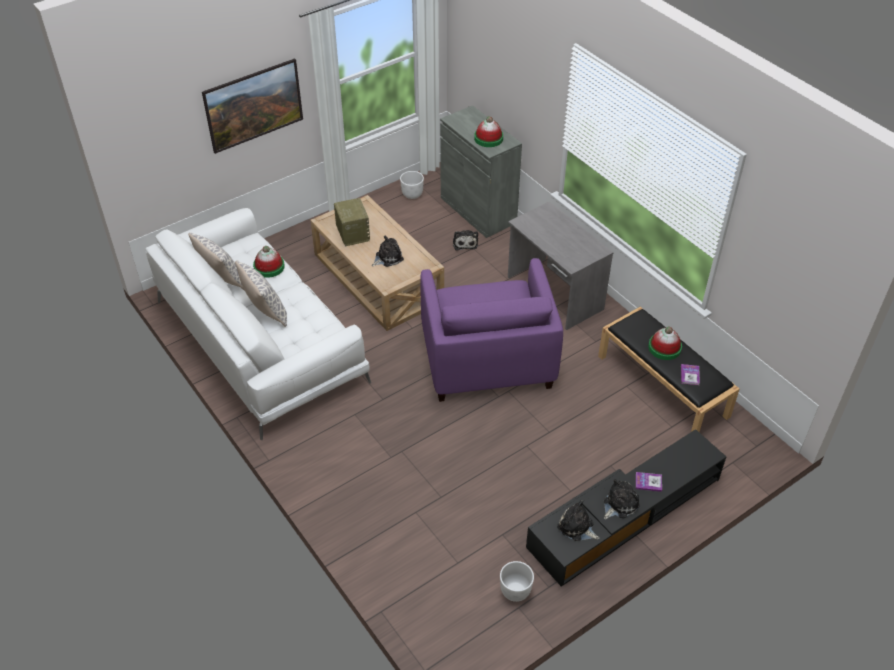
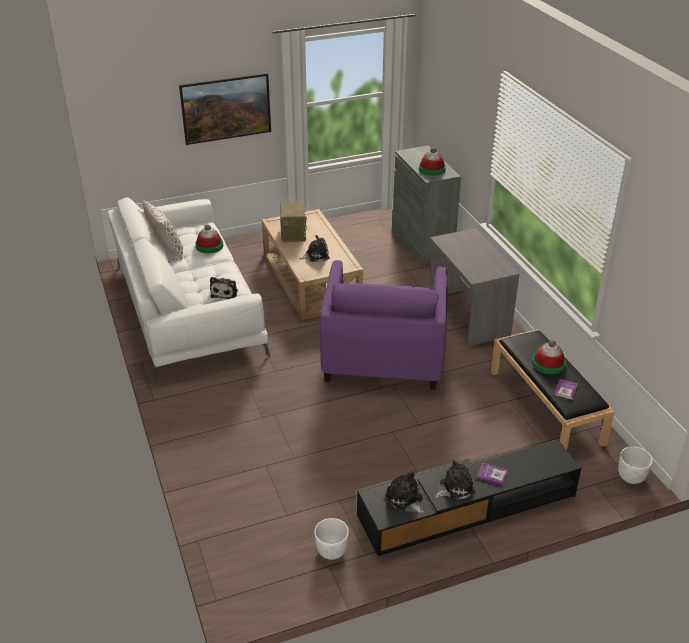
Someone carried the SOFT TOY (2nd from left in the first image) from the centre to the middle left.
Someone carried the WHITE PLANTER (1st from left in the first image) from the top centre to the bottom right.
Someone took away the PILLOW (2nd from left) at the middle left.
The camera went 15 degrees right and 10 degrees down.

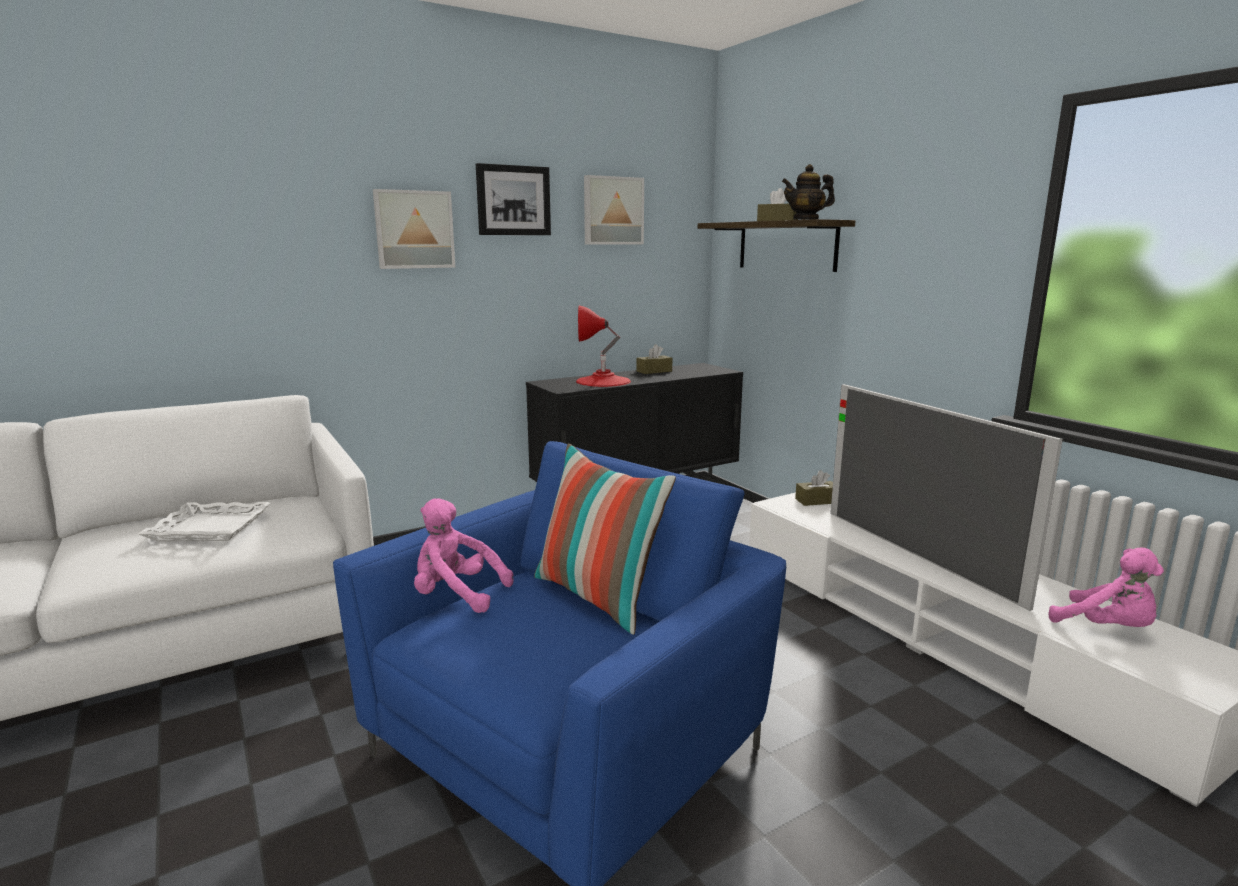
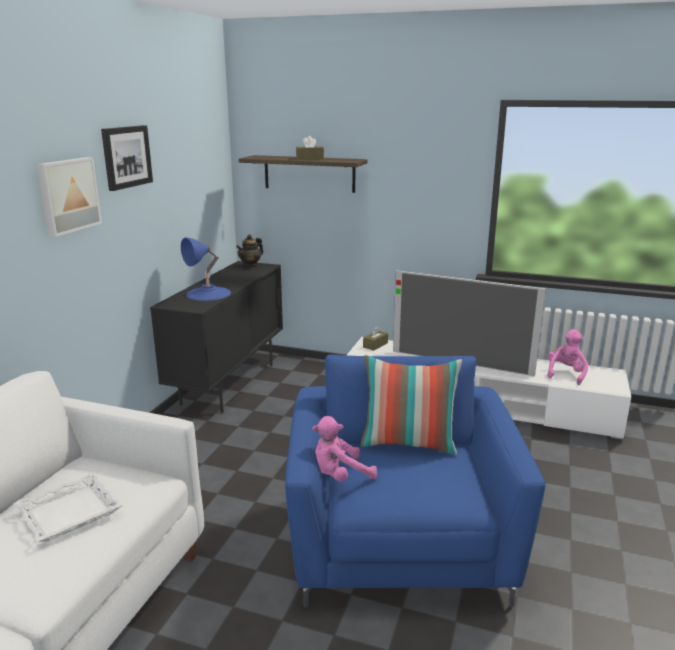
Someone repainted the RED-COLOURED LAMP FOR A TABLE at the centre, which became the BLUISH LAMP FOR A TABLE at the middle left.
Someone carried the TEA POT from the top centre to the centre.
Someone rotated the PINK-COLOURED SOFT TOY (2nd from left) at the middle right by 75 degrees counterclockwise.
Someone took away the PICTURE (3rd from left) at the top centre.
Someone took away the BROWN TISSUE HOLDER (1st from left) at the centre.
The camera went 40 degrees left and 5 degrees up.

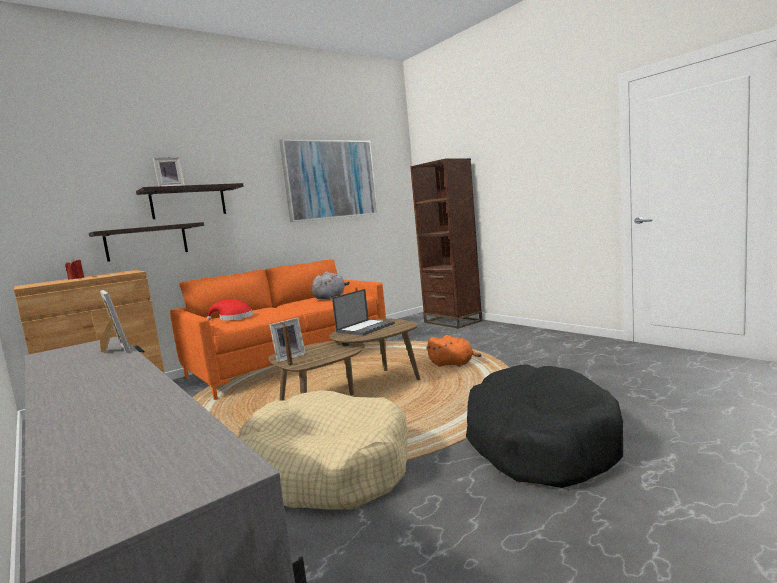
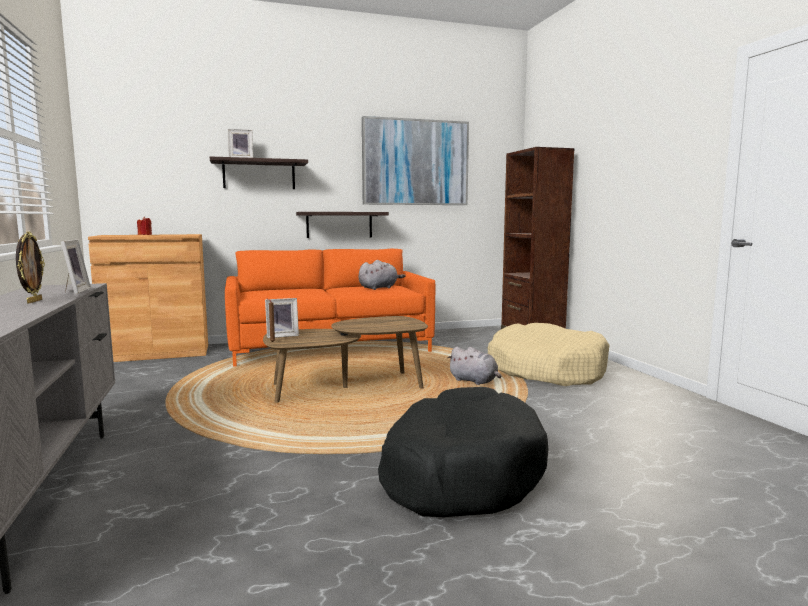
Someone put down the STANDING FRAME (1st from left) at the middle left.
Someone carried the BRACKET SHELF (1st from left in the first image) from the middle left to the centre.
Someone repainted the ORANGE SOFT TOY at the centre, which became the GREYISH SOFT TOY (2nd from left) at the centre.
Someone carried the SAND-COLOURED DOG BED from the bottom centre to the middle right.
Someone took away the RED-COLOURED WEARABLE HAT at the middle left.
Someone took away the NOTEBOOK COMPUTER at the centre.
The camera went 20 degrees right and 0 degrees up.

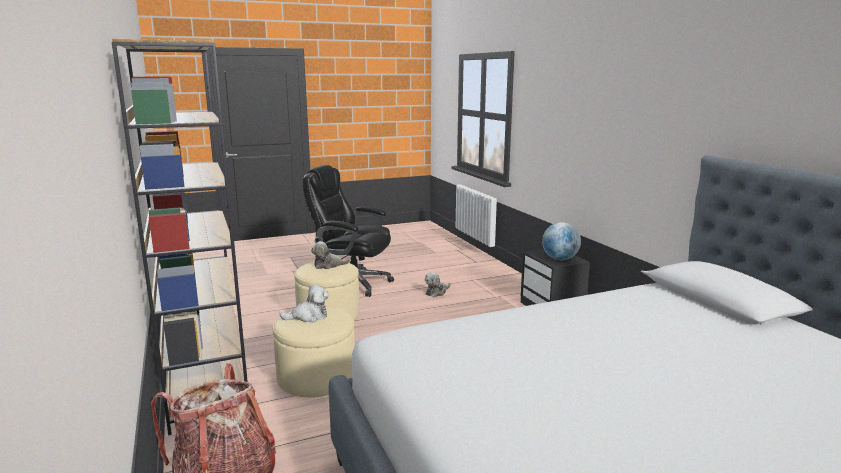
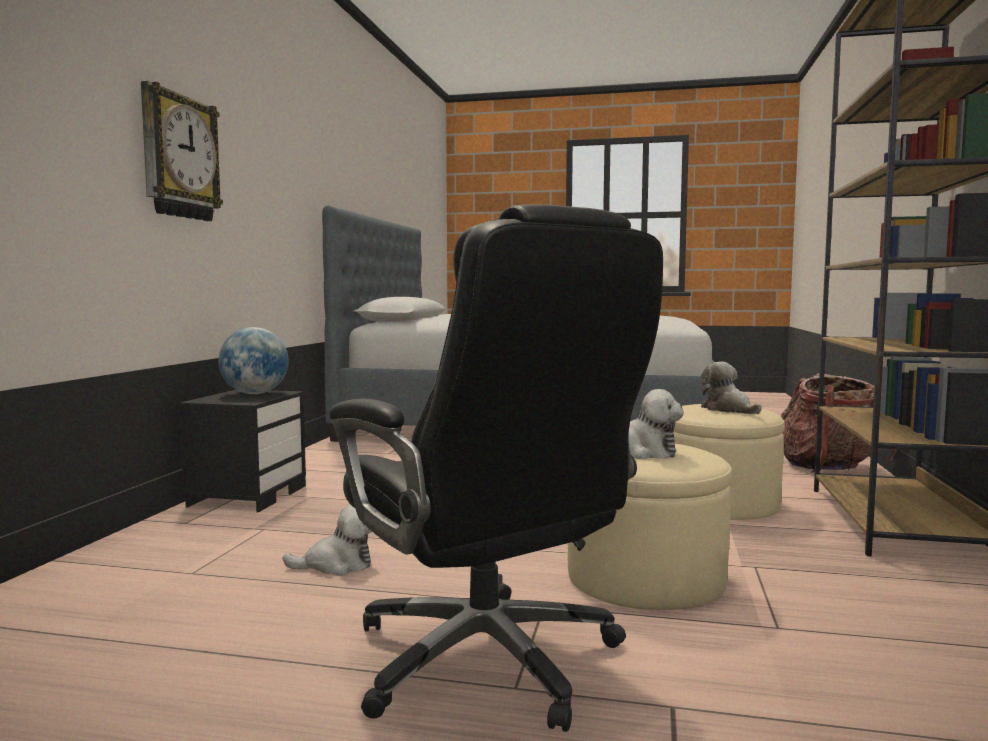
Someone put up the CLOCK ON THE WALL at the top left.
Someone rotated the SOFT TOY (1st from left in the first image) at the centre by 45 degrees clockwise.
The camera went 145 degrees left and 10 degrees down.

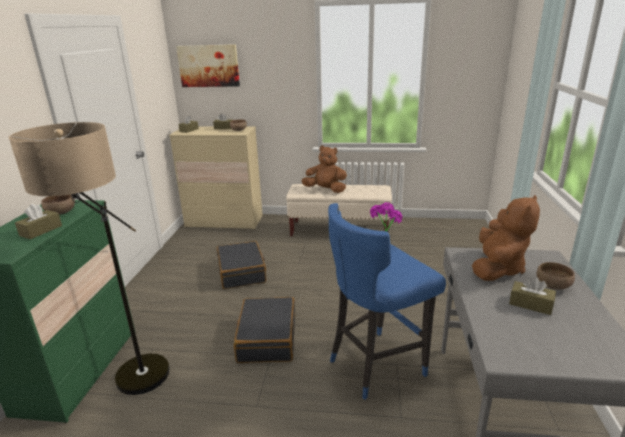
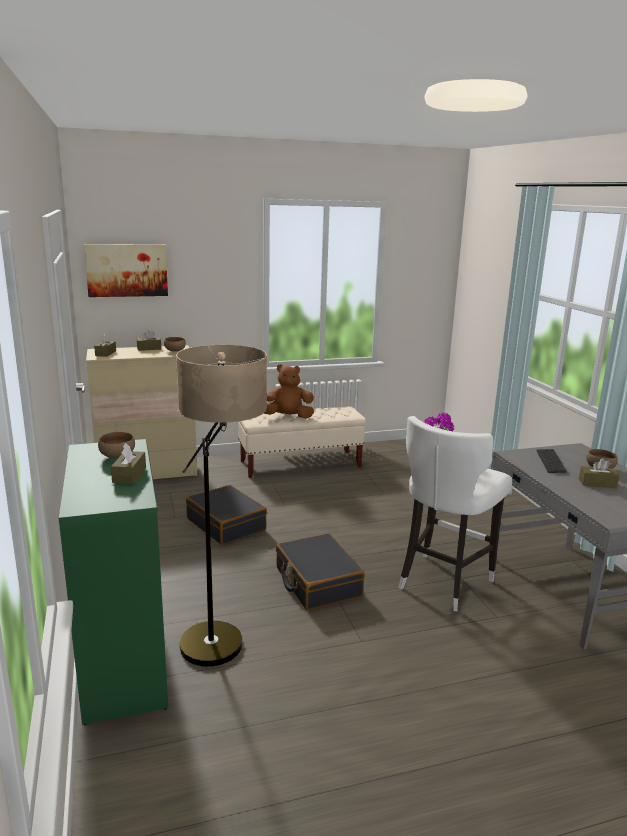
Someone repainted the BLUISH STOOL at the bottom centre, which became the WHITE STOOL at the middle right.
Someone swapped the BROWN SOFT TOY (2nd from left) at the middle right for the KEYBOARD at the middle right.
The camera went 25 degrees left and 5 degrees down.

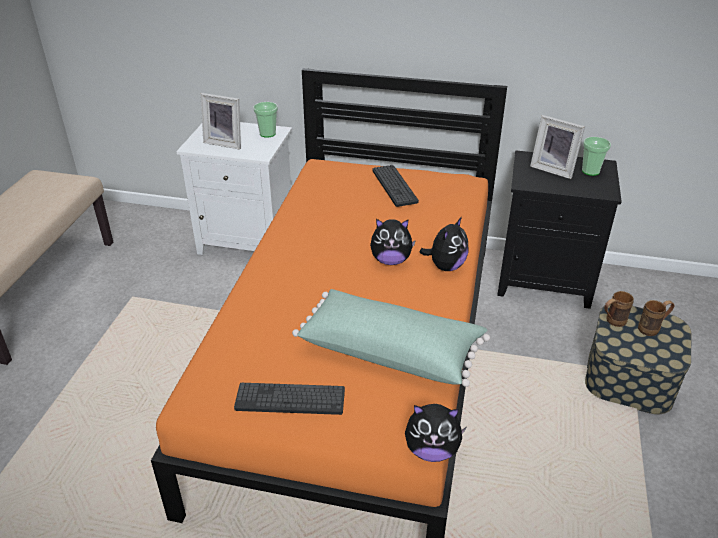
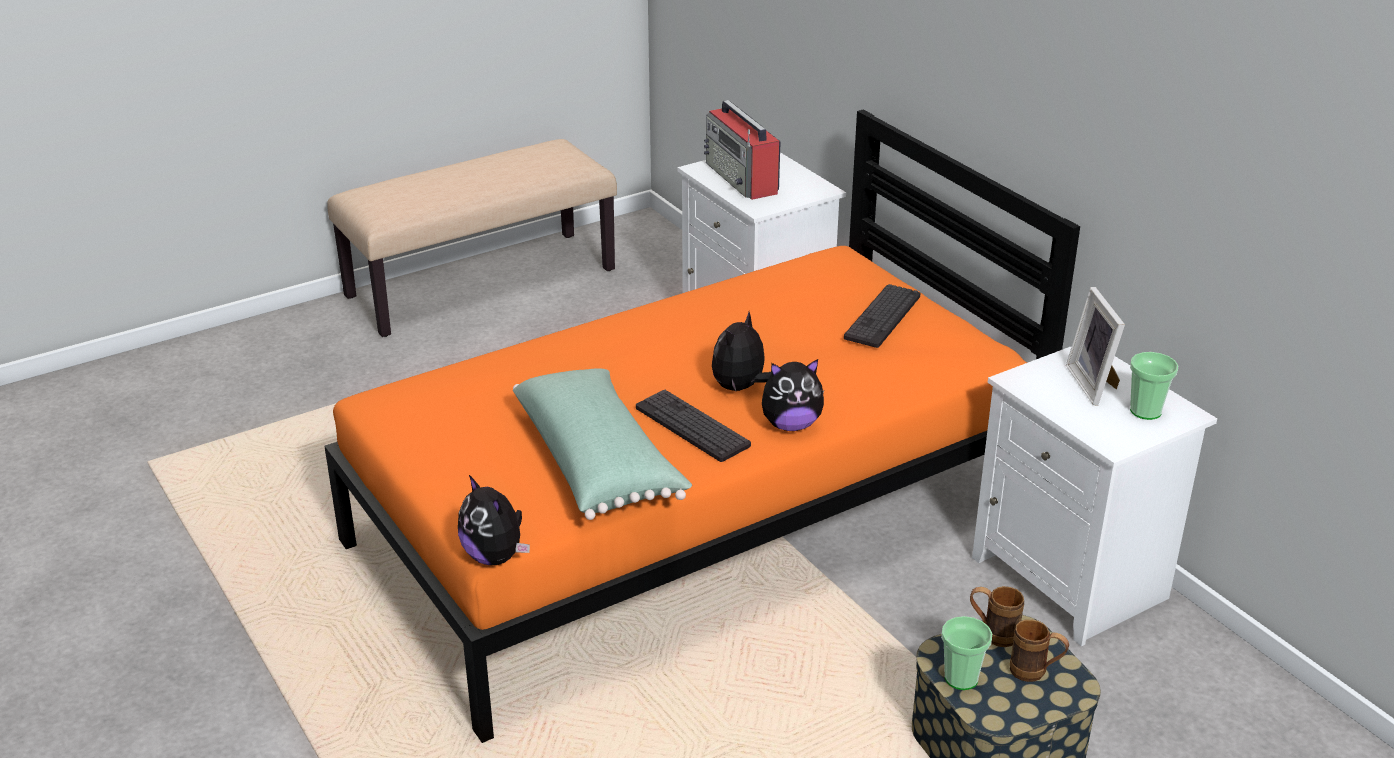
Someone carried the KEYBOARD (1st from left) from the bottom centre to the centre.
Someone swapped the STANDING FRAME (1st from left) at the top left for the RADIO SET at the top centre.
Someone rotated the SOFT TOY (1st from left in the first image) at the centre by 75 degrees clockwise.
Someone carried the SMALL CUP (1st from left) from the top centre to the bottom right.
Someone repainted the BLACKISH NIGHTSTAND at the middle right, which became the WHITE NIGHTSTAND (2nd from left) at the middle right.
The camera went 45 degrees right and 5 degrees down.

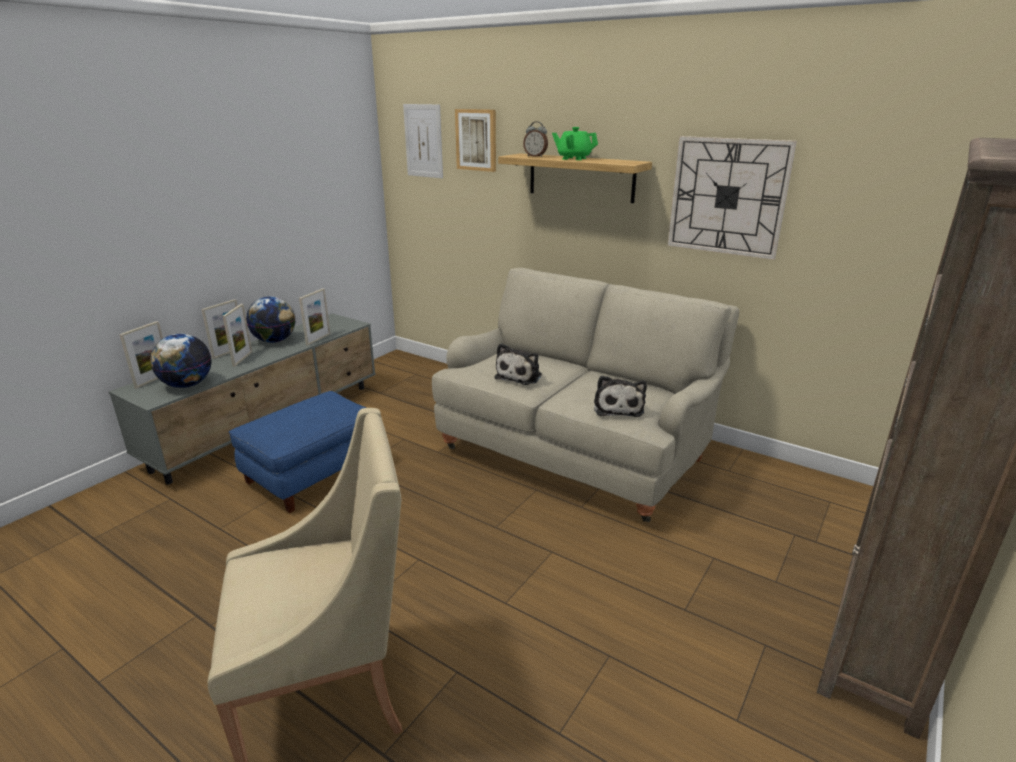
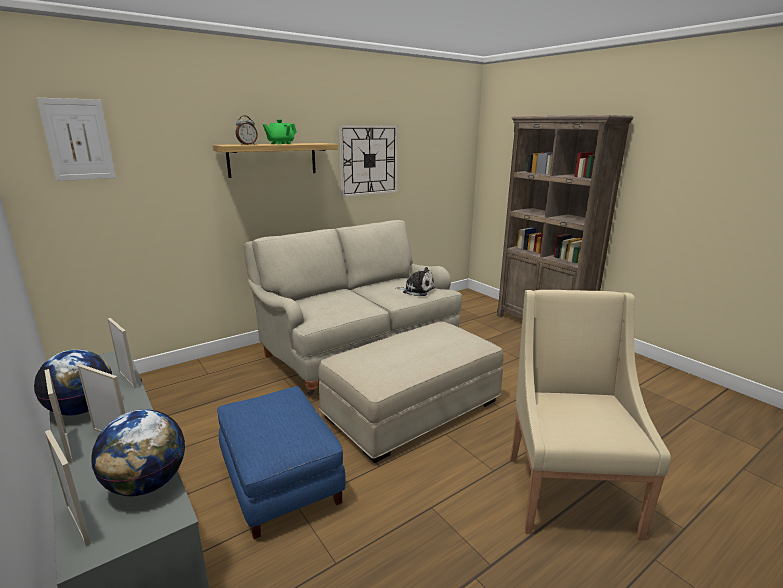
Someone put down the SAND-COLOURED POUFFE at the bottom centre.
Someone took away the PICTURE (2nd from left) at the top centre.
Someone took away the SOFT TOY (1st from left) at the centre.
The camera went 70 degrees left and 5 degrees down.

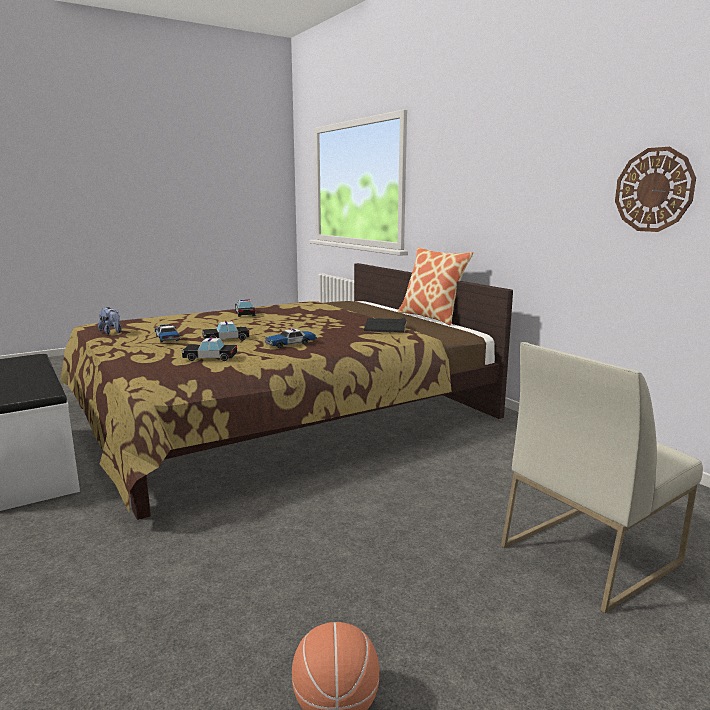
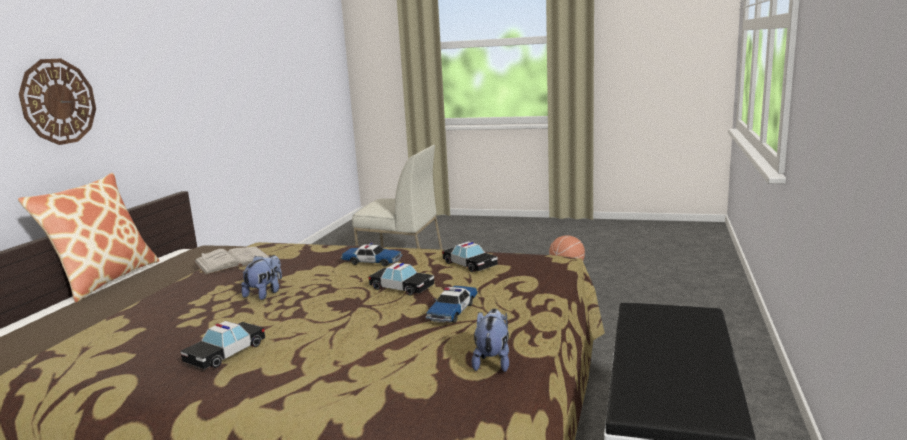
Someone carried the CLOCK ON THE WALL from the top right to the top left.
Someone repainted the BLACKISH BOUND BOOK at the centre, which became the WHITE BOUND BOOK at the middle left.
Someone put down the SOFT TOY (1st from left) at the middle left.
The camera went 130 degrees left and 0 degrees up.

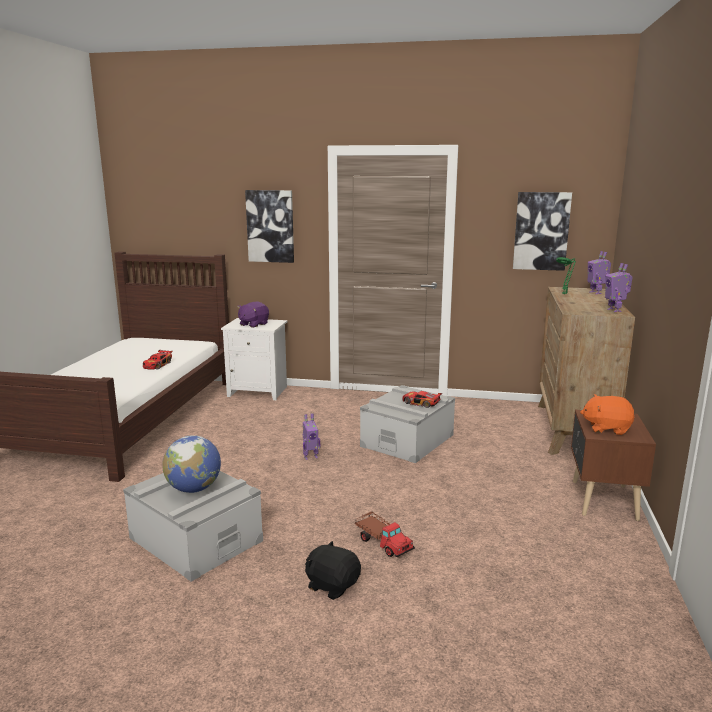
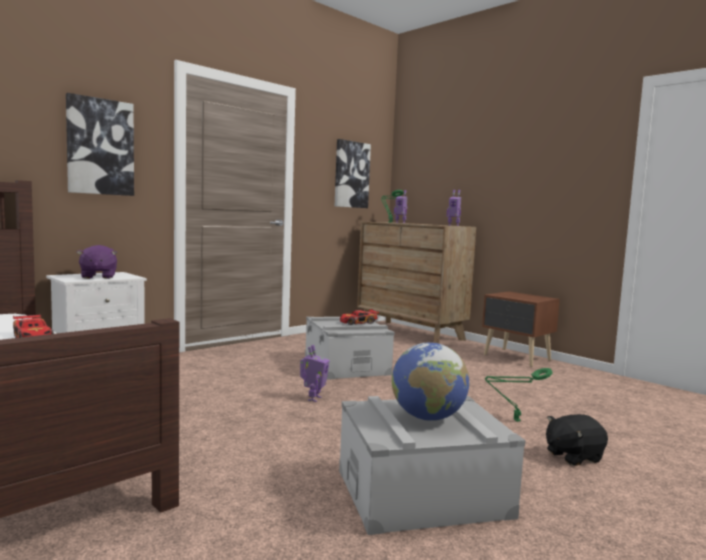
Someone swapped the MODEL TRUCK at the bottom centre for the GREENISH LAMP FOR A TABLE (2nd from left) at the bottom right.
Someone took away the ORANGE SOFT TOY at the middle right.
The camera went 55 degrees left and 10 degrees down.

